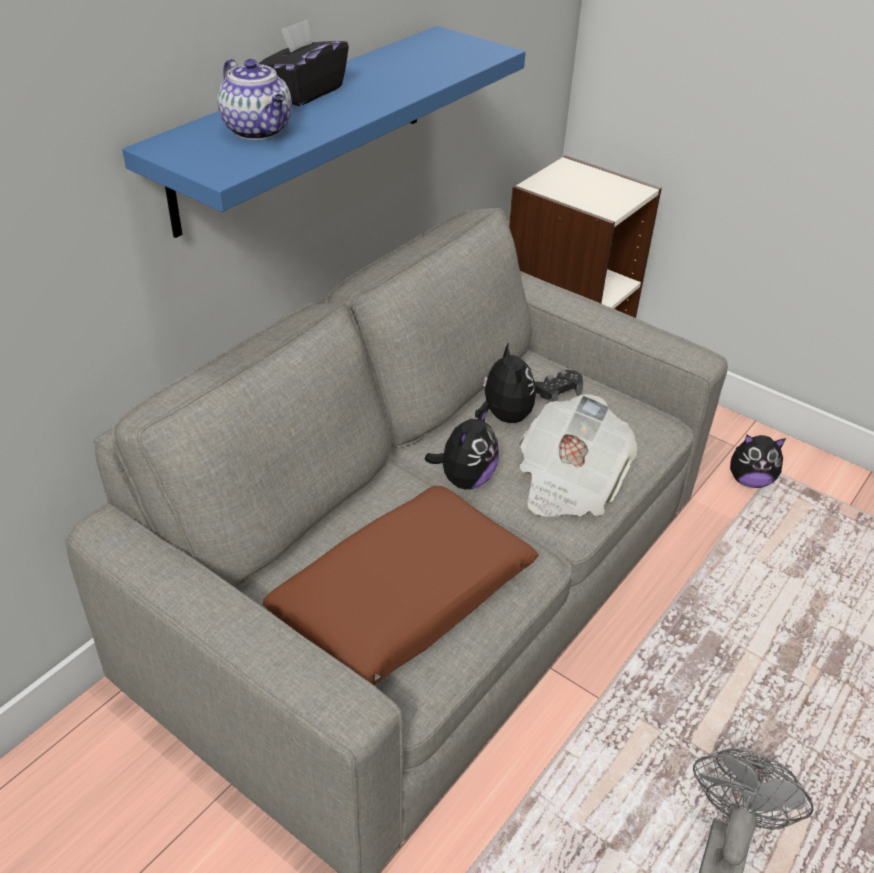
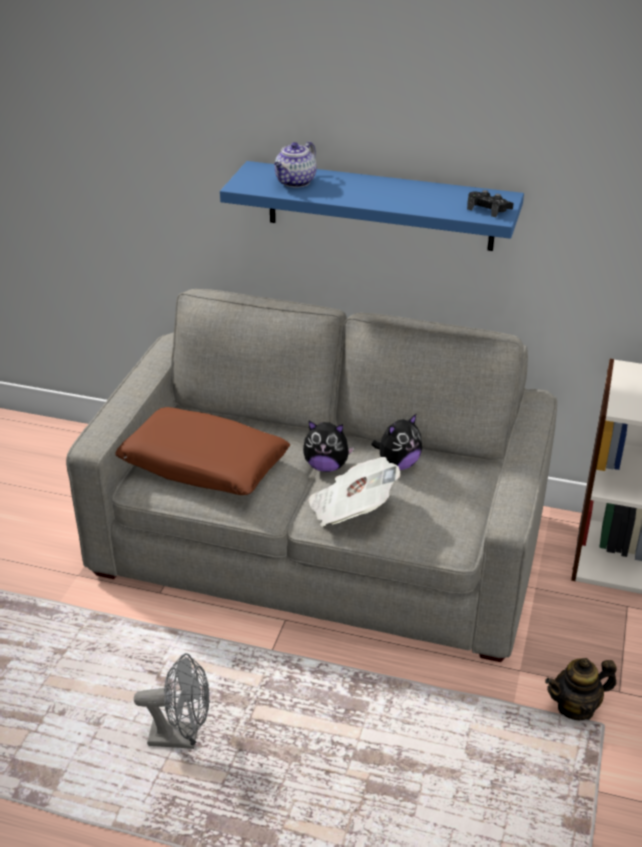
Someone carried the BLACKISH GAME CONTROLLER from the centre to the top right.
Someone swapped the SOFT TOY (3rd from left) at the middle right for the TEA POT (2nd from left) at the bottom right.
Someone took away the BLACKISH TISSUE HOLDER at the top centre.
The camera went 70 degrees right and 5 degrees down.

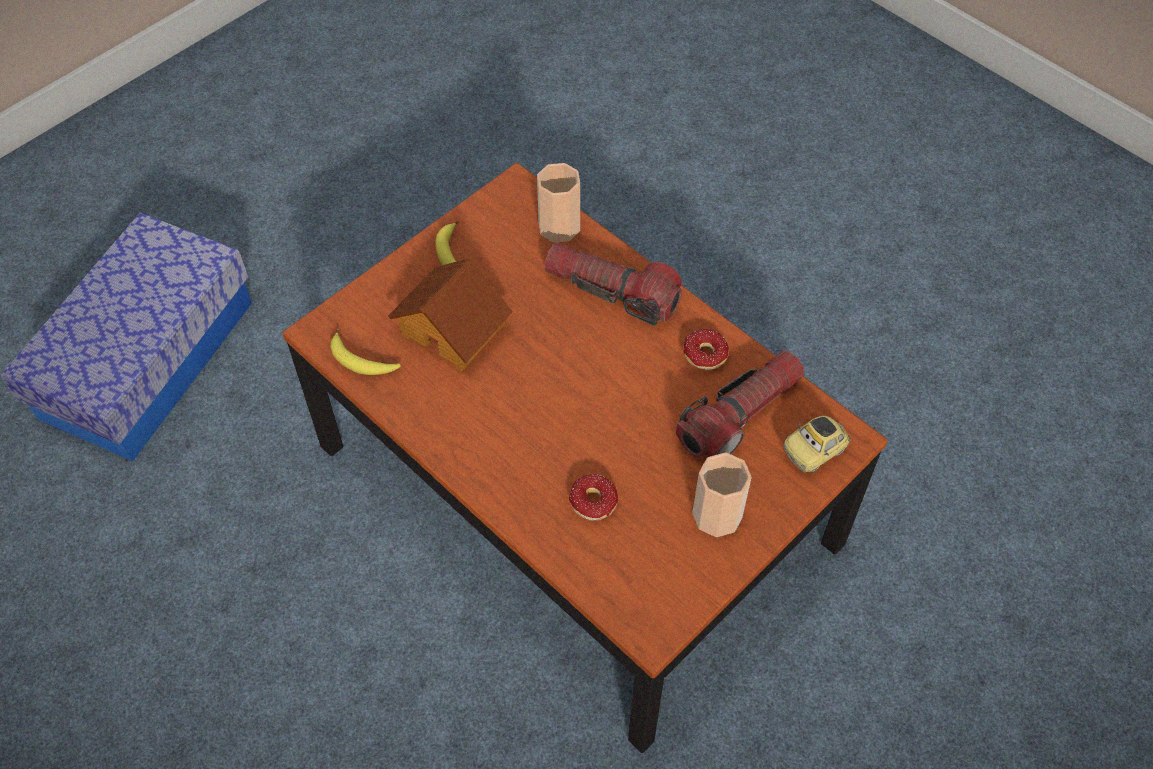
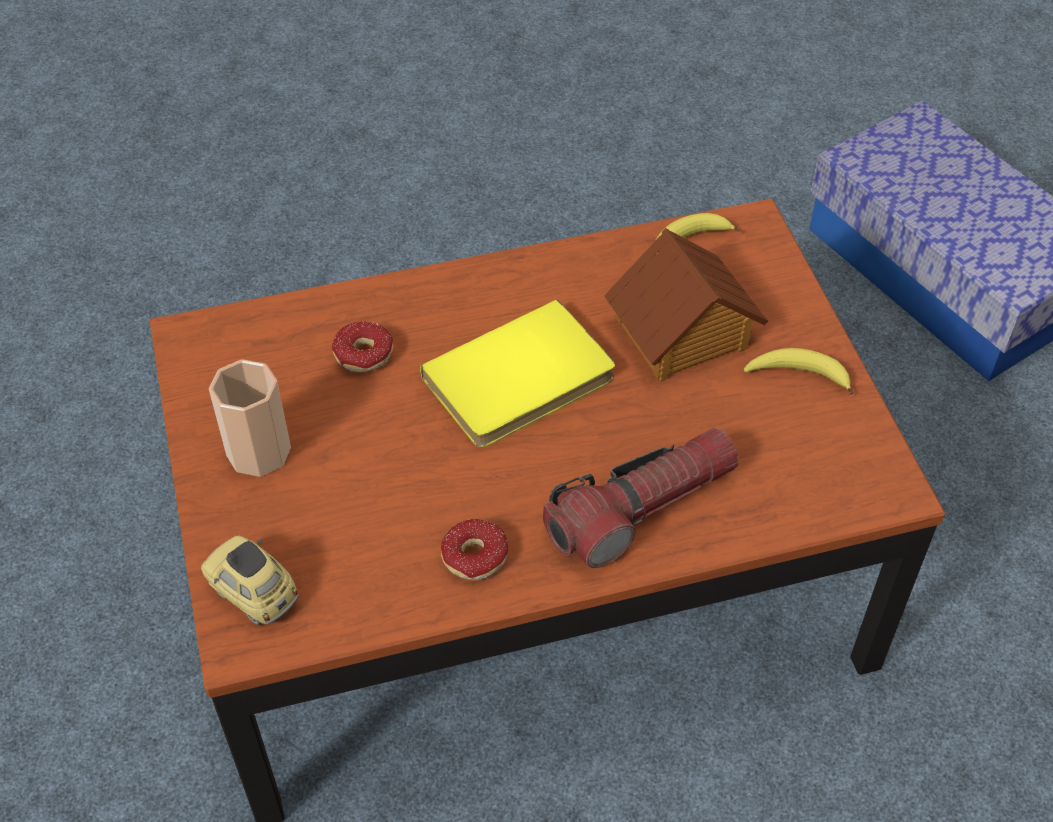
Someone rotated the MODEL CAR at the middle right by 45 degrees counterclockwise.
Someone put down the YELLOW BOUND BOOK at the centre.
Someone took away the SMALL CUP (1st from left) at the top centre.
Someone took away the HAND TORCH (2nd from left) at the centre.
The camera went 120 degrees right and 5 degrees down.

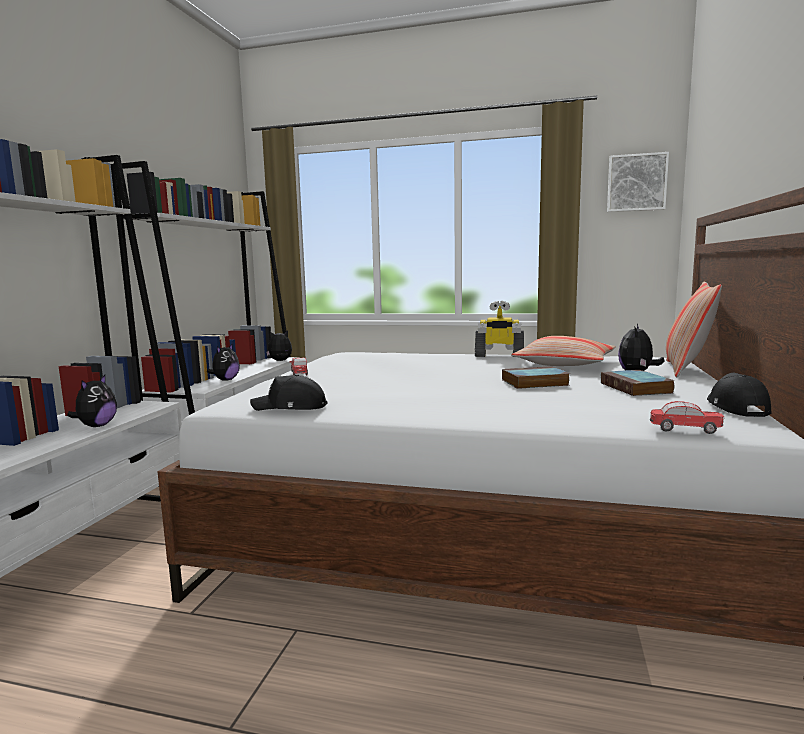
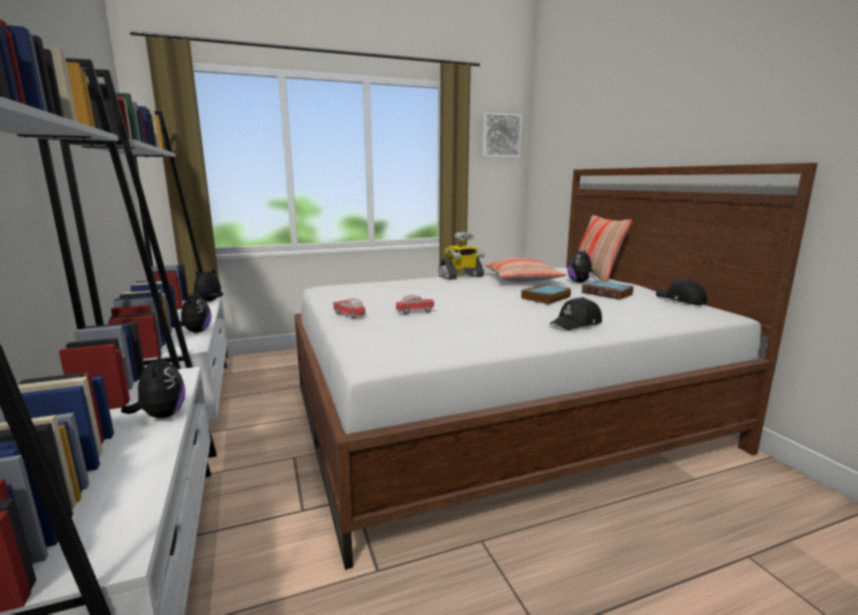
Someone carried the MODEL CAR (2nd from left) from the middle right to the centre.
Someone carried the BLACKISH PEAKED CAP (1st from left) from the centre to the middle right.
The camera went 35 degrees left and 5 degrees up.

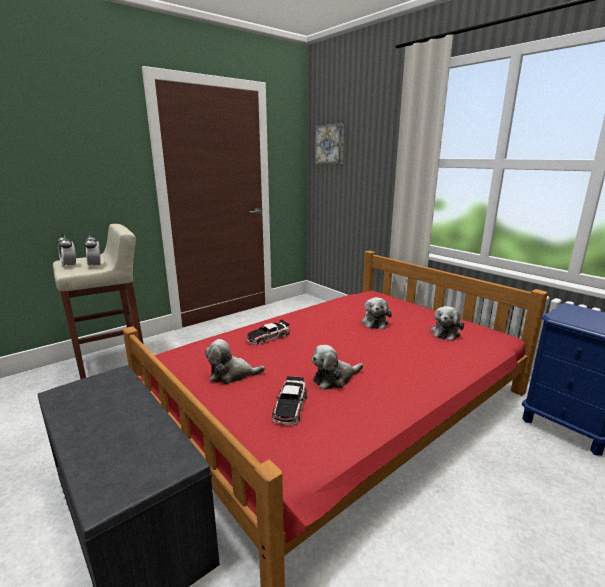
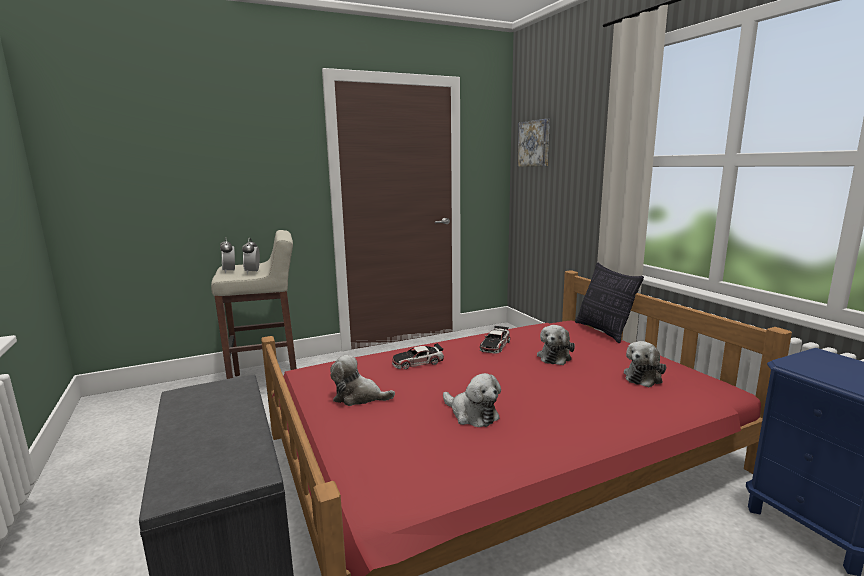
Someone rotated the SOFT TOY (2nd from left) at the centre by 120 degrees counterclockwise.
Someone carried the MODEL CAR (2nd from left) from the bottom centre to the centre.
Someone put down the PILLOW at the middle right.
The camera went 15 degrees right and 5 degrees down.

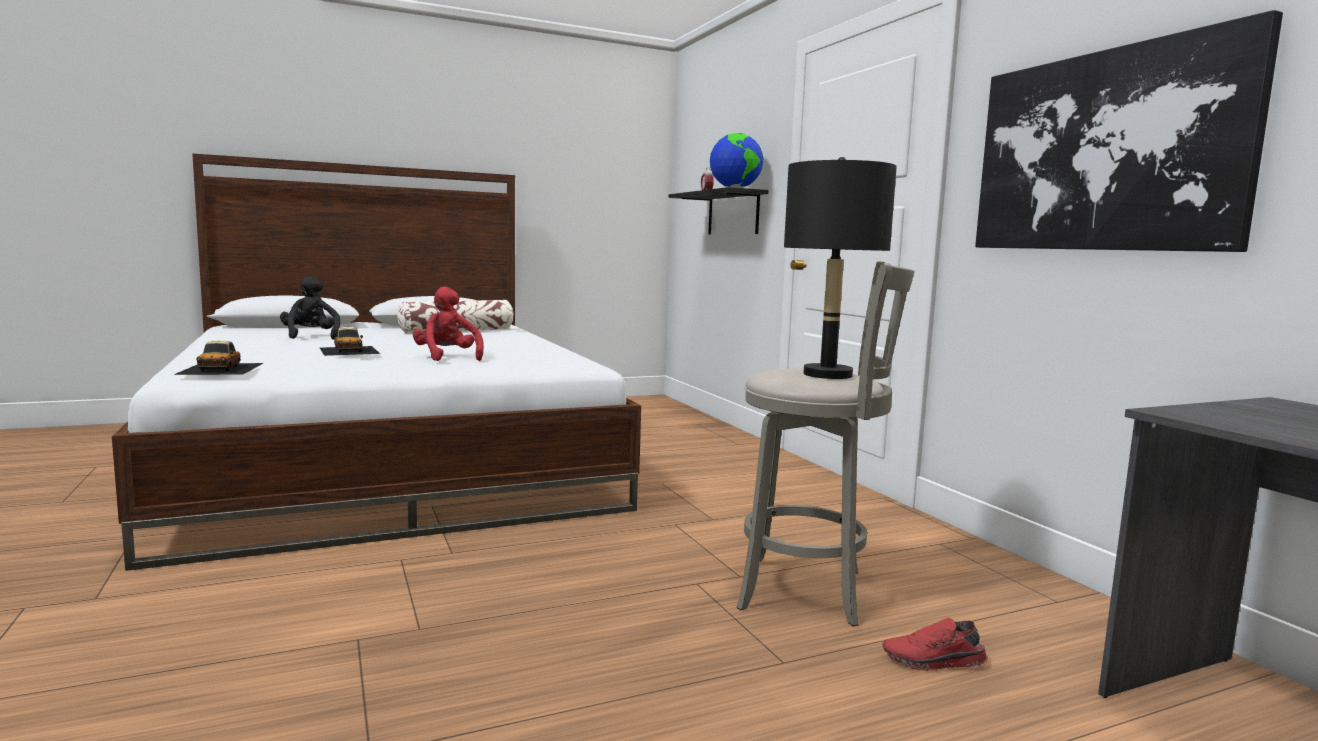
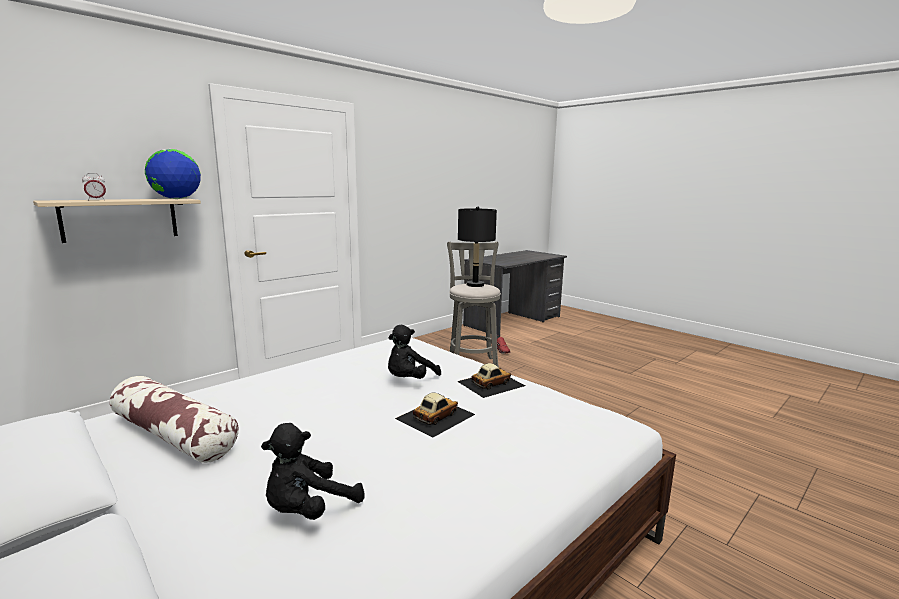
Someone repainted the BLACKISH BRACKET SHELF at the top centre, which became the SAND-COLOURED BRACKET SHELF at the middle left.
Someone repainted the RED-COLOURED SOFT TOY at the centre, which became the BLACKISH SOFT TOY (2nd from left) at the centre.
Someone carried the MODEL CAR (1st from left in the first image) from the middle left to the centre.
Someone took away the PICTURE at the top right.
The camera went 110 degrees left and 5 degrees up.

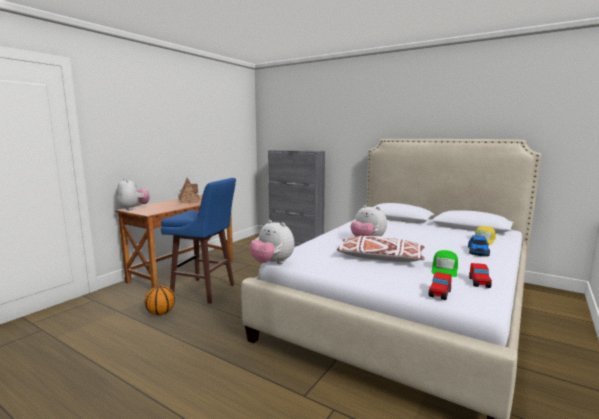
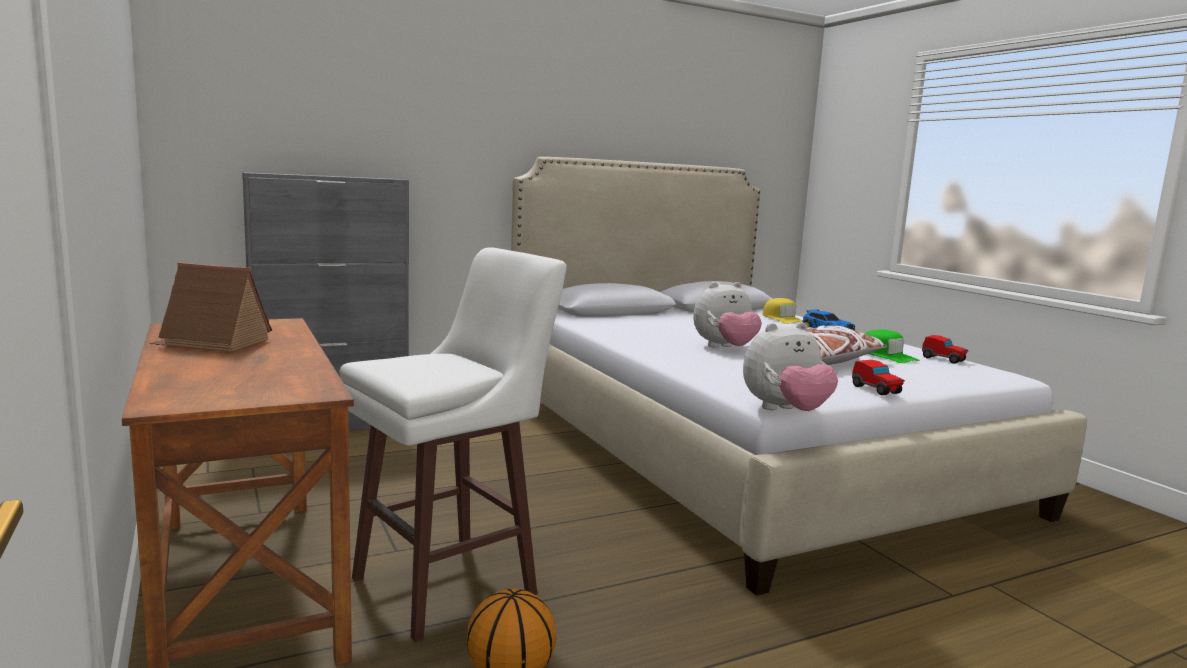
Someone repainted the BLUISH STOOL at the middle left, which became the WHITE STOOL at the centre.
Someone carried the MODEL CAR (1st from left in the first image) from the bottom right to the middle right.
Someone took away the SOFT TOY (1st from left) at the middle left.
The camera went 60 degrees left and 0 degrees up.

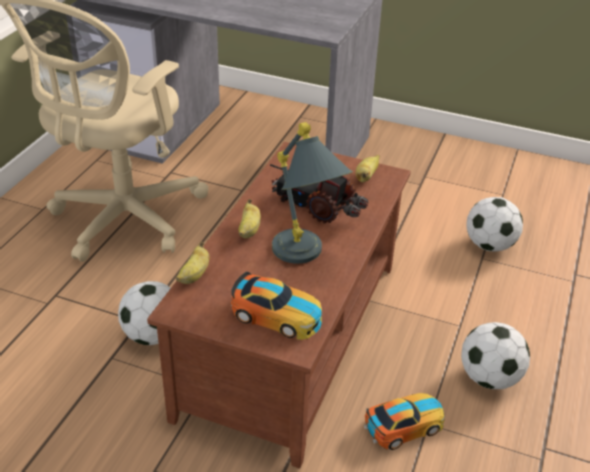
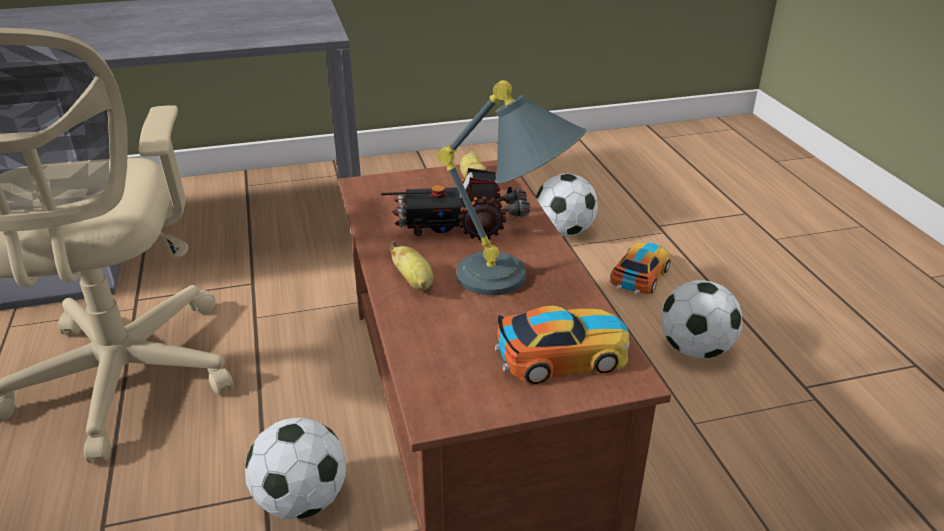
Someone carried the MODEL CAR (2nd from left) from the bottom right to the middle right.
Someone took away the BANANA FRUIT (1st from left) at the middle left.
The camera went 35 degrees left and 5 degrees down.

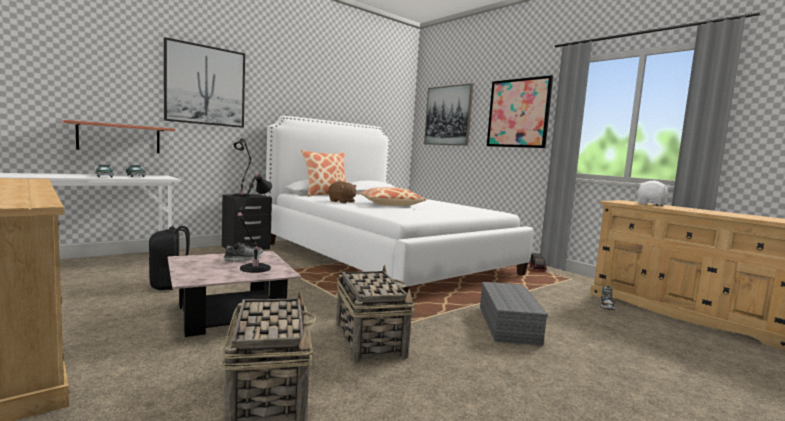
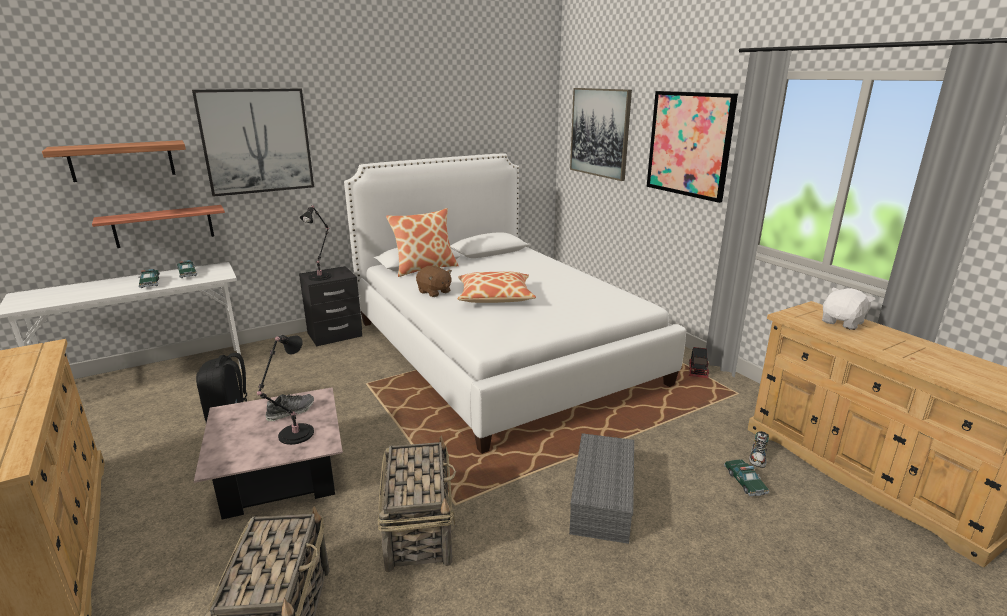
Someone put up the BRACKET SHELF (1st from left) at the top left.
Someone put down the MODEL CAR (3rd from left) at the bottom right.
The camera went 10 degrees right and 15 degrees up.

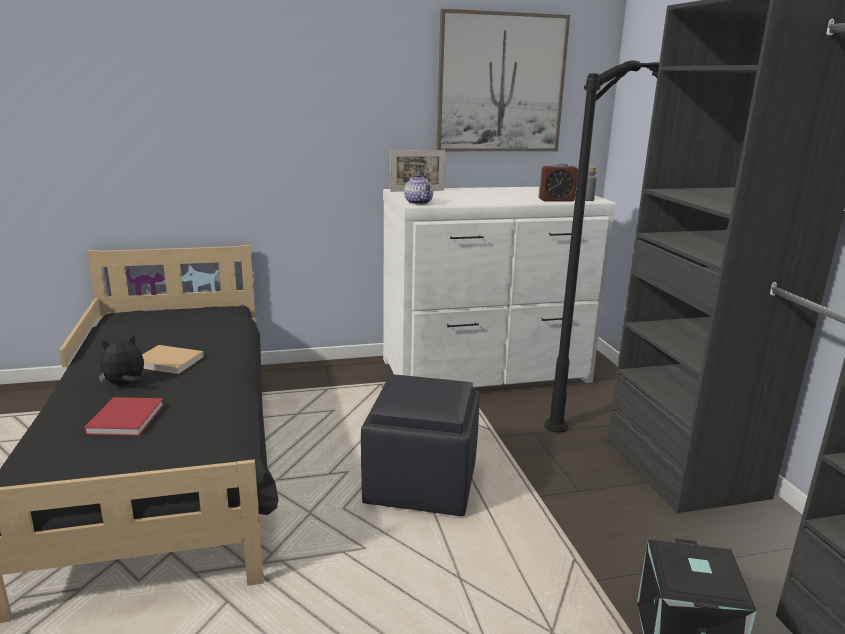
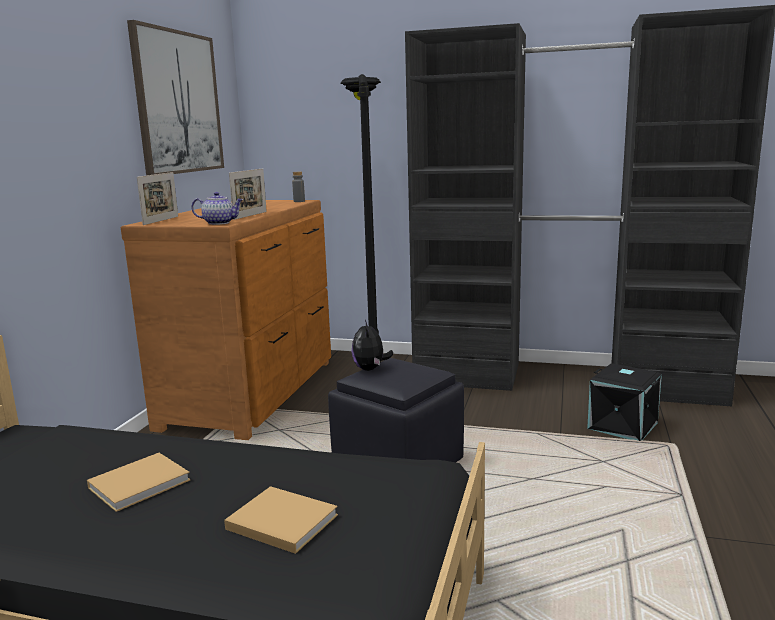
Someone repainted the WHITE DRESSER at the centre, which became the BROWN DRESSER at the middle left.
Someone repainted the RED-COLOURED BOUND BOOK at the middle left, which became the SAND-COLOURED BOUND BOOK (2nd from left) at the bottom centre.
Someone put down the STANDING FRAME (2nd from left) at the top left.
Someone carried the SOFT TOY from the middle left to the centre.
Someone took away the TABLE CLOCK at the top centre.
The camera went 60 degrees left and 5 degrees down.

